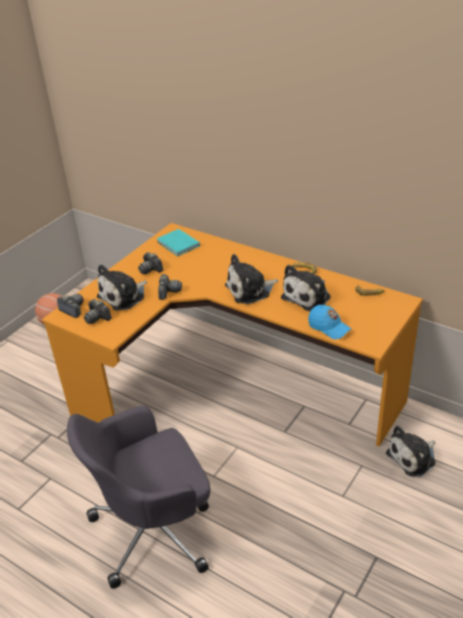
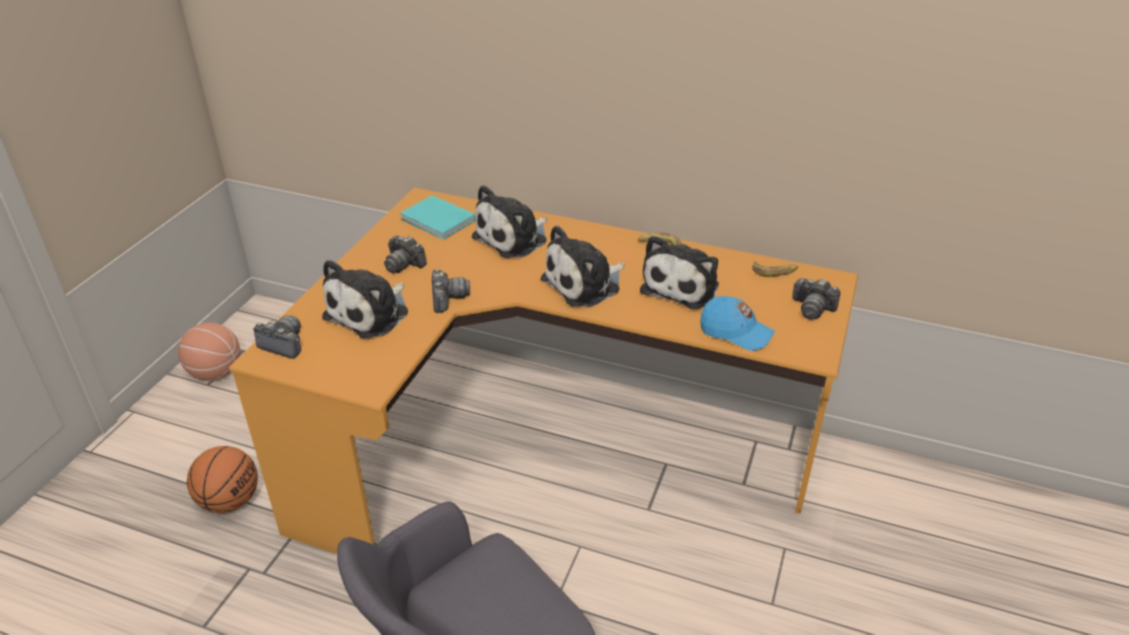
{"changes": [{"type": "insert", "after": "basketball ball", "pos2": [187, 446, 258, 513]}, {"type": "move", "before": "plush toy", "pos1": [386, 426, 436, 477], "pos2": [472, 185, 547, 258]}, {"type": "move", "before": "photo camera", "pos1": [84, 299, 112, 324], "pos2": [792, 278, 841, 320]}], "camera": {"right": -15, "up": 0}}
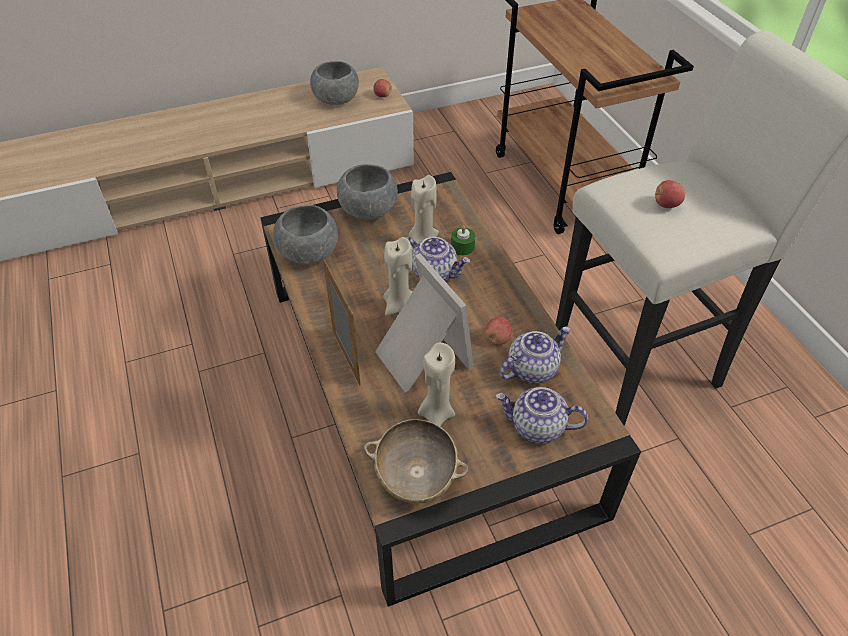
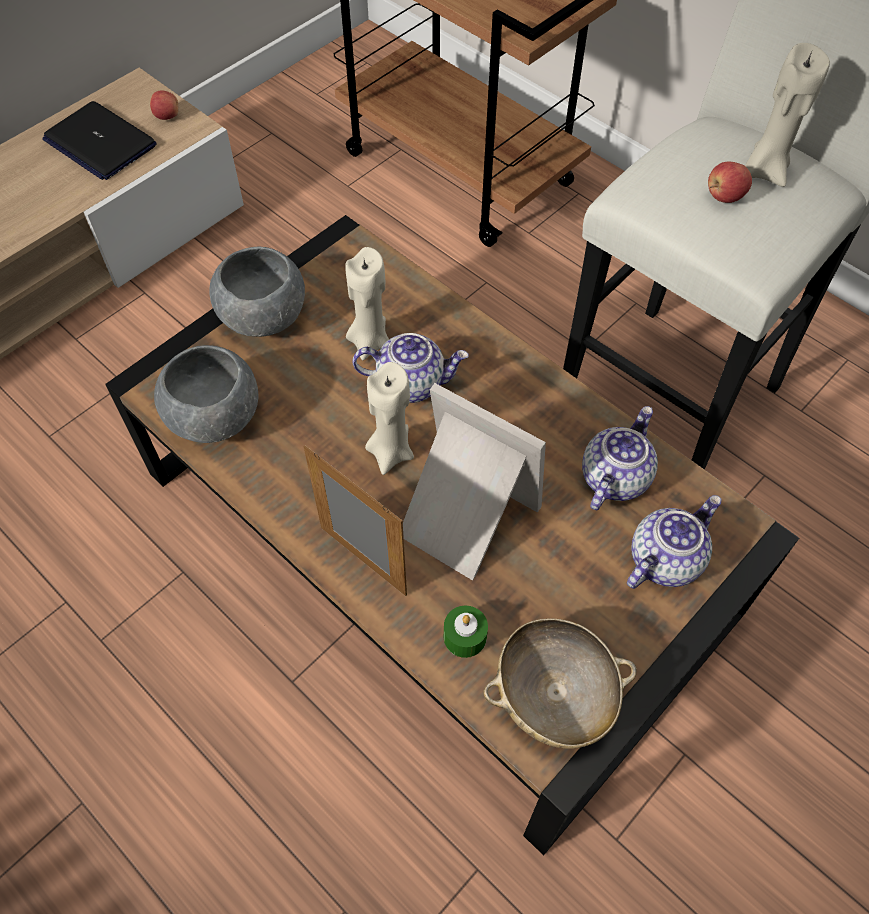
{"changes": [{"type": "replace", "before": "gray serving bowl", "after": "laptop", "pos1": [310, 61, 359, 105], "pos2": [42, 101, 156, 180]}, {"type": "move", "before": "green-coloured candle", "pos1": [451, 225, 475, 256], "pos2": [444, 606, 488, 658]}, {"type": "rotate", "before": "tea pot", "pos1": [496, 387, 588, 444], "pos2": [627, 495, 721, 589], "turn": 150}, {"type": "move", "before": "sand-coloured candle", "pos1": [418, 343, 455, 426], "pos2": [745, 43, 830, 187]}, {"type": "delete", "before": "whole apple", "pos1": [485, 317, 513, 345]}], "camera": {"right": -25, "up": 10}}
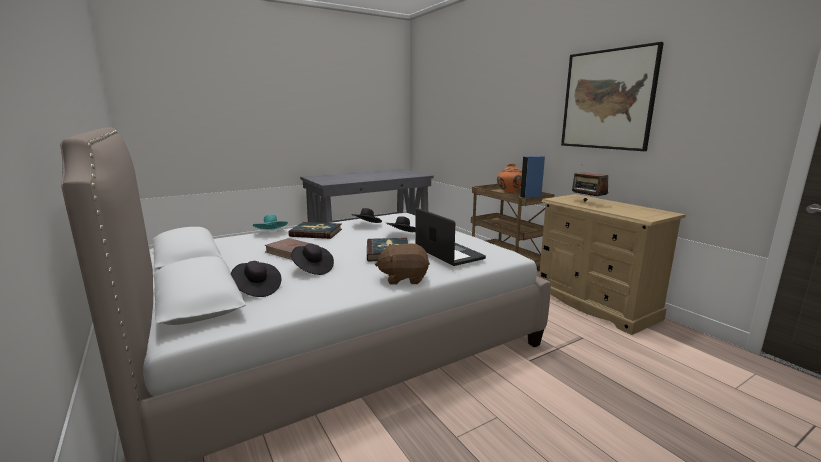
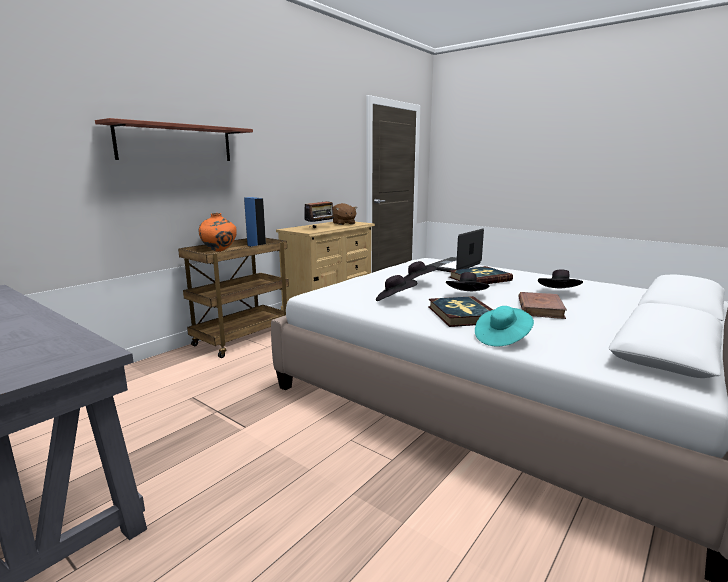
{"changes": [{"type": "insert", "after": "wall shelf", "pos2": [95, 118, 253, 161]}, {"type": "move", "before": "brownish plush toy", "pos1": [375, 243, 430, 285], "pos2": [333, 203, 357, 225]}, {"type": "move", "before": "black clothing hat", "pos1": [230, 261, 281, 297], "pos2": [446, 272, 490, 291]}, {"type": "delete", "before": "wall art", "pos1": [561, 42, 664, 151]}], "camera": {"right": -110, "up": 0}}
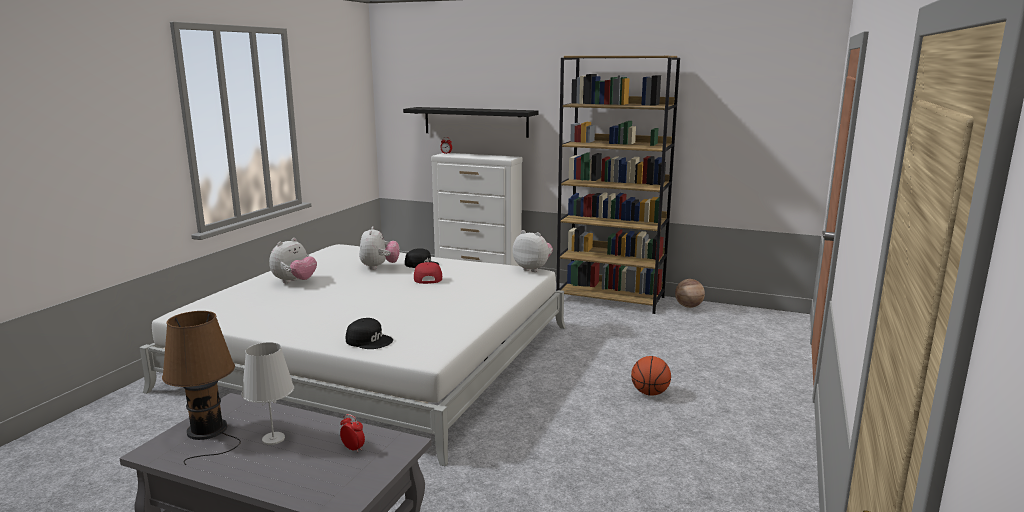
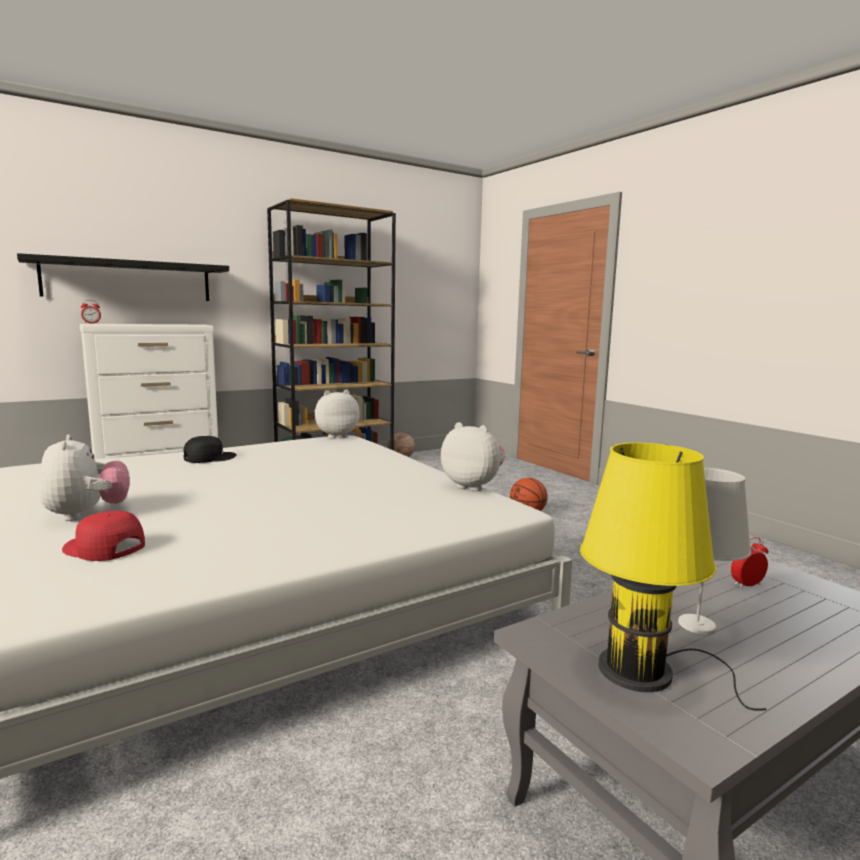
{"changes": [{"type": "move", "before": "red cap", "pos1": [414, 262, 442, 284], "pos2": [62, 511, 145, 561]}, {"type": "move", "before": "plush toy", "pos1": [359, 226, 400, 270], "pos2": [441, 422, 506, 491]}, {"type": "recolor", "before": "brownish tabletop lamp", "after": "yellow tabletop lamp", "pos1": [162, 311, 241, 465], "pos2": [580, 443, 766, 711]}, {"type": "delete", "before": "black cap", "pos1": [346, 318, 393, 349]}], "camera": {"right": -55, "up": -5}}
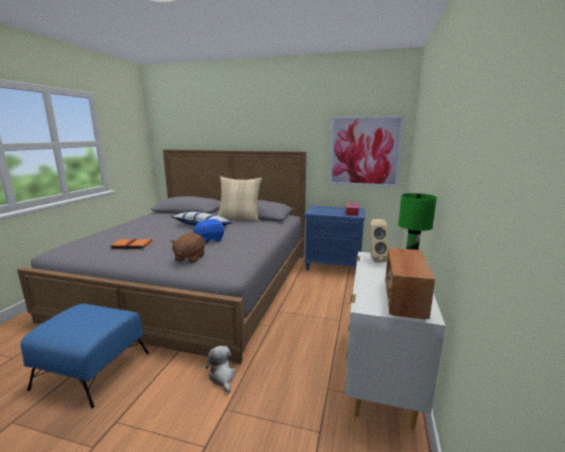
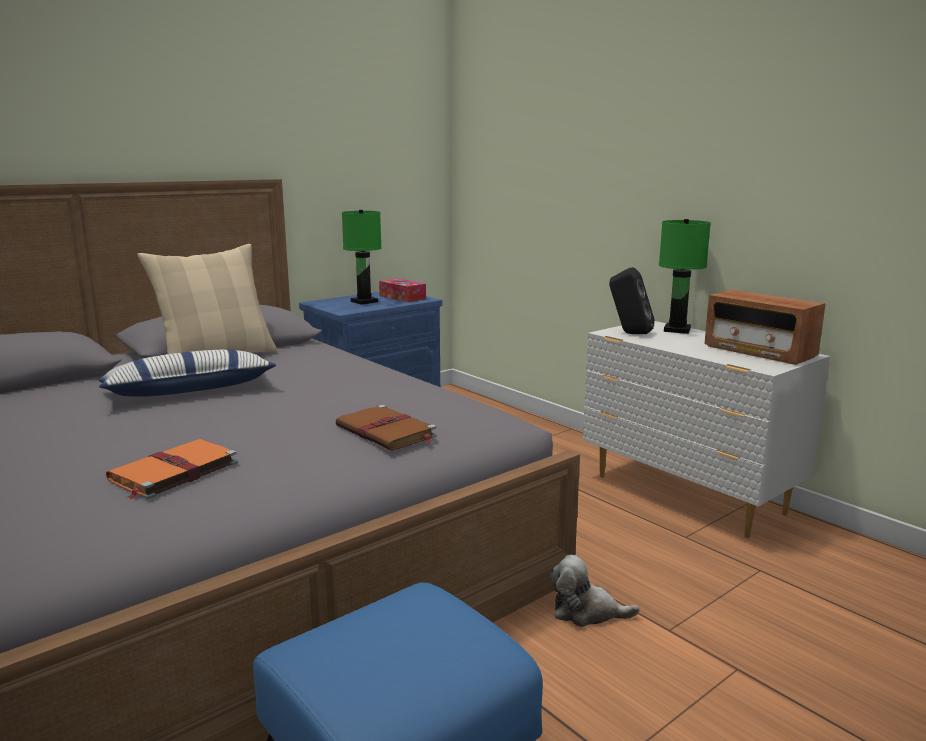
{"changes": [{"type": "replace", "before": "brownish plush toy", "after": "brownish volume", "pos1": [170, 233, 205, 263], "pos2": [335, 405, 437, 450]}, {"type": "insert", "after": "green-coloured tabletop lamp", "pos2": [342, 210, 382, 305]}, {"type": "recolor", "before": "sand-coloured speaker", "after": "black speaker", "pos1": [369, 219, 389, 263], "pos2": [609, 267, 655, 334]}, {"type": "delete", "before": "blue plush toy", "pos1": [193, 219, 224, 244]}, {"type": "delete", "before": "wall art", "pos1": [329, 115, 405, 187]}], "camera": {"right": -55, "up": 0}}
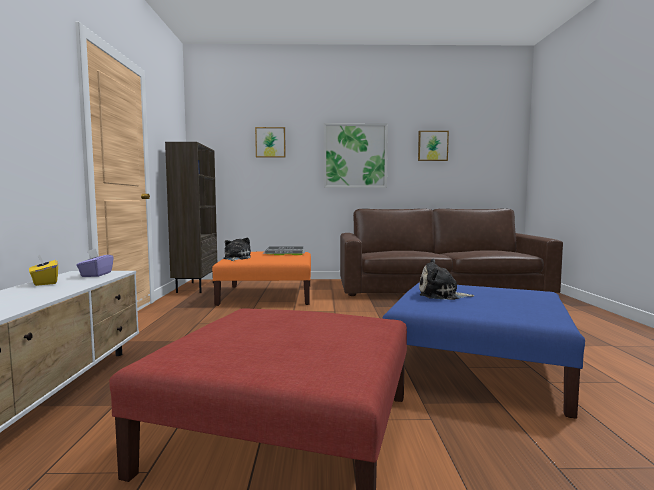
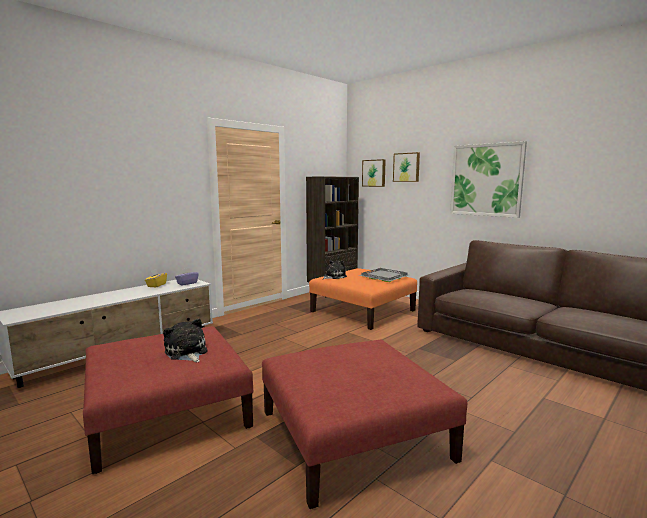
{"changes": [{"type": "move", "before": "plush toy", "pos1": [419, 259, 474, 300], "pos2": [163, 318, 208, 362]}, {"type": "recolor", "before": "blue ottoman", "after": "red ottoman", "pos1": [382, 282, 585, 419], "pos2": [262, 340, 467, 509]}, {"type": "move", "before": "wall art", "pos1": [418, 131, 449, 161], "pos2": [362, 159, 386, 187]}], "camera": {"right": 45, "up": 5}}
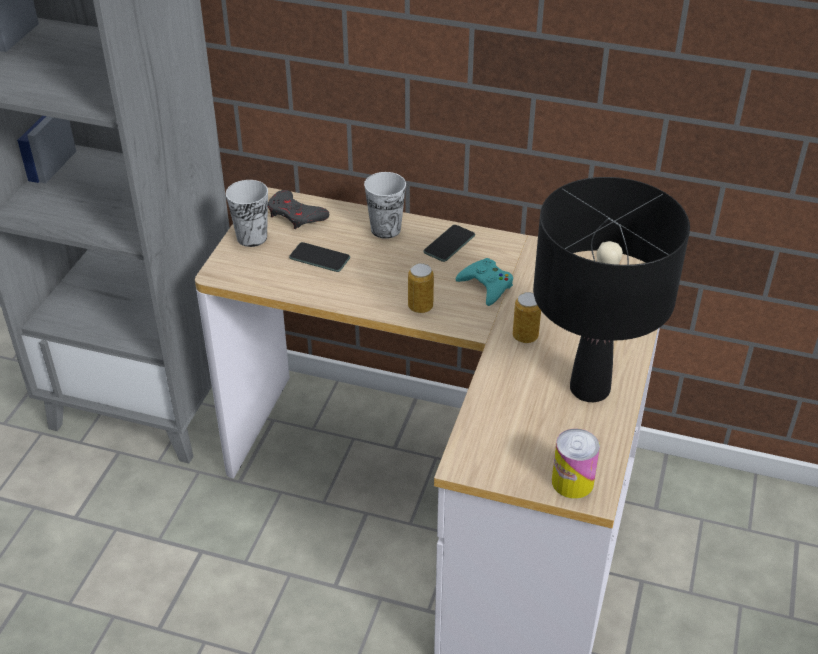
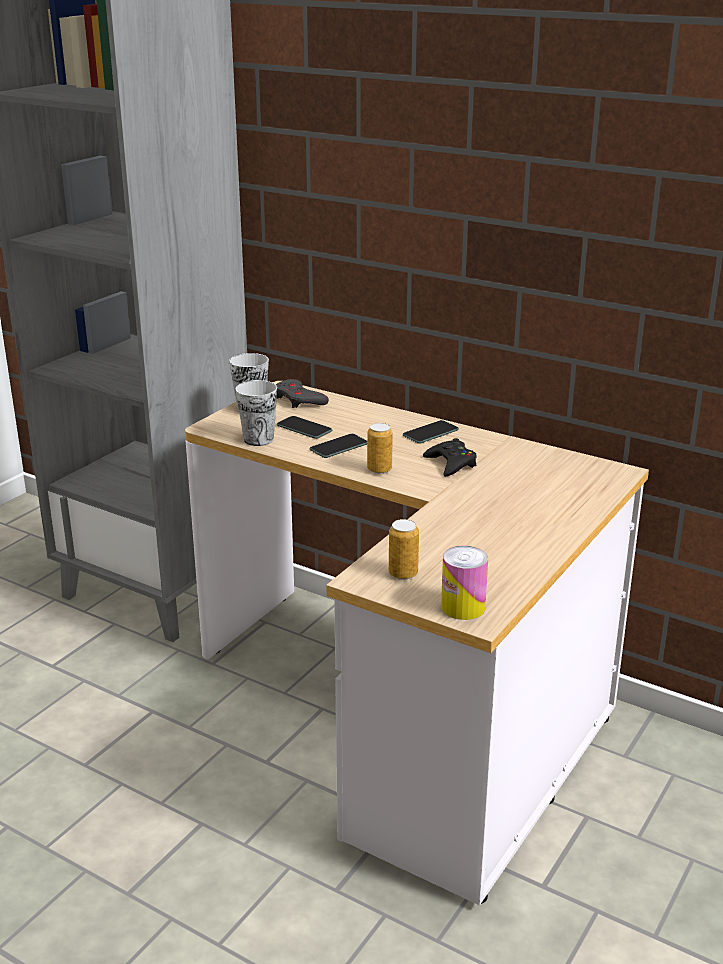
{"changes": [{"type": "move", "before": "small cup", "pos1": [364, 172, 406, 239], "pos2": [236, 380, 277, 446]}, {"type": "insert", "after": "phone", "pos2": [310, 434, 367, 458]}, {"type": "move", "before": "can", "pos1": [513, 292, 541, 343], "pos2": [389, 519, 419, 580]}, {"type": "recolor", "before": "turquoise gamepad", "after": "black gamepad", "pos1": [456, 258, 513, 306], "pos2": [423, 438, 477, 477]}, {"type": "delete", "before": "black tabletop lamp", "pos1": [533, 177, 690, 402]}], "camera": {"right": 15, "up": -15}}
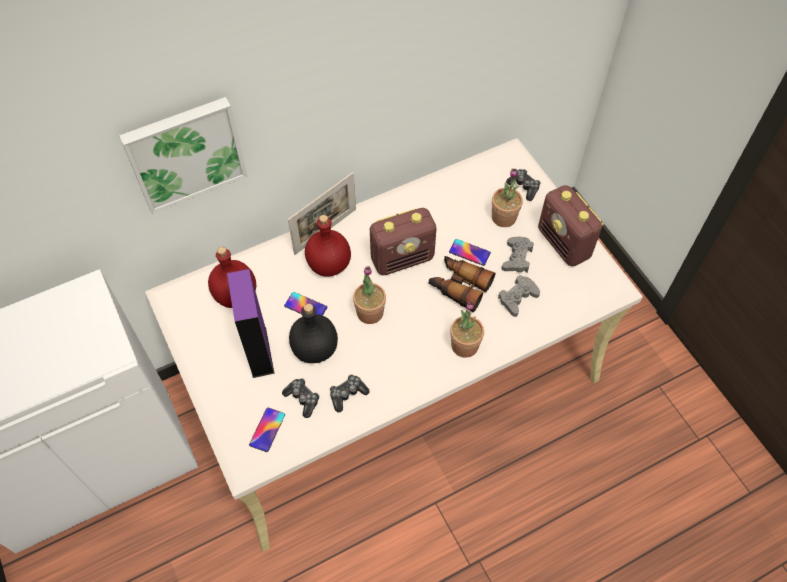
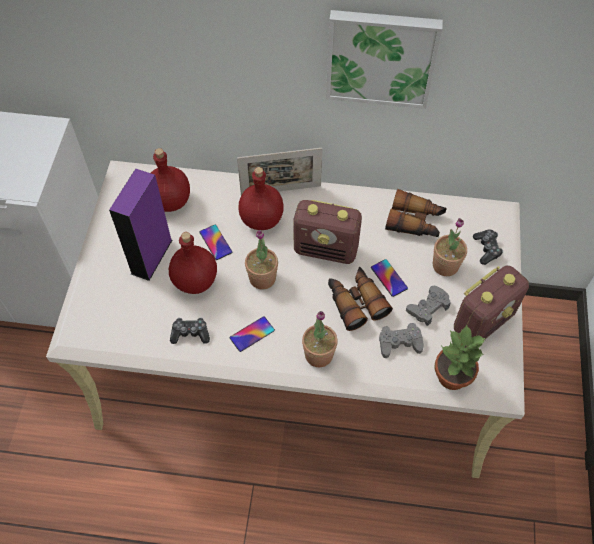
{"changes": [{"type": "recolor", "before": "black drink bottle", "after": "red drink bottle", "pos1": [289, 303, 338, 363], "pos2": [169, 232, 217, 294]}, {"type": "move", "before": "phone", "pos1": [249, 408, 285, 452], "pos2": [230, 316, 275, 352]}, {"type": "move", "before": "wall art", "pos1": [119, 97, 247, 214], "pos2": [326, 10, 443, 109]}, {"type": "insert", "after": "binoculars", "pos2": [385, 189, 447, 237]}, {"type": "insert", "after": "houseplant", "pos2": [435, 324, 486, 390]}, {"type": "rotate", "before": "radio", "pos1": [538, 185, 604, 266], "pos2": [454, 266, 529, 341], "turn": -135}, {"type": "delete", "before": "gamepad", "pos1": [282, 378, 319, 418]}], "camera": {"right": 35, "up": 0}}
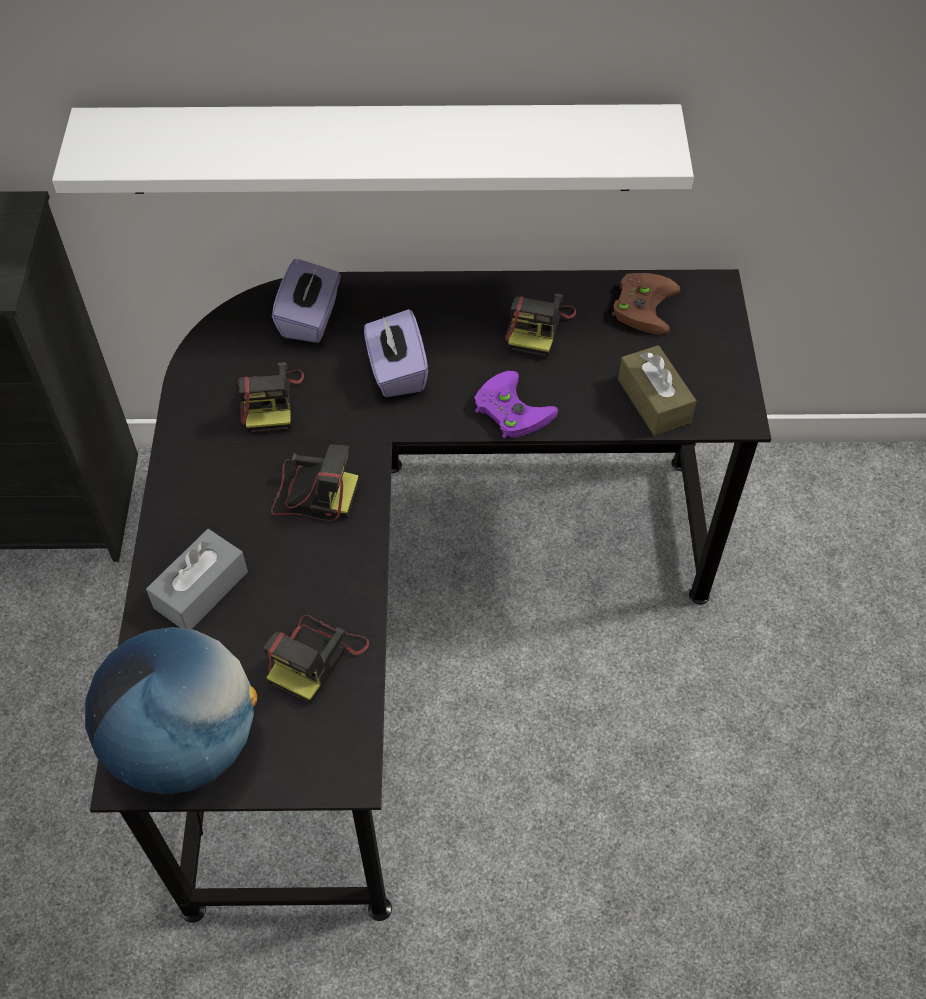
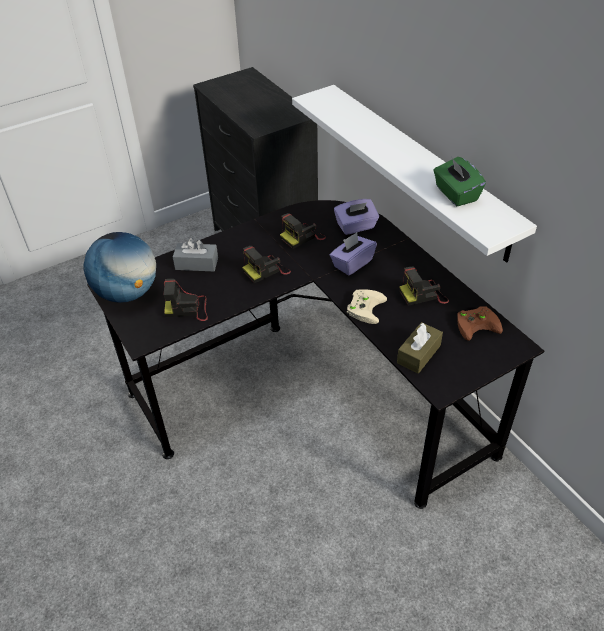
{"changes": [{"type": "rotate", "before": "photo camera", "pos1": [271, 444, 359, 521], "pos2": [242, 246, 291, 283], "turn": 75}, {"type": "recolor", "before": "purple-coloured gamepad", "after": "sand-coloured gamepad", "pos1": [474, 371, 558, 439], "pos2": [347, 290, 387, 324]}, {"type": "insert", "after": "green-coloured tissue box", "pos2": [433, 157, 486, 206]}], "camera": {"right": 60, "up": -10}}
